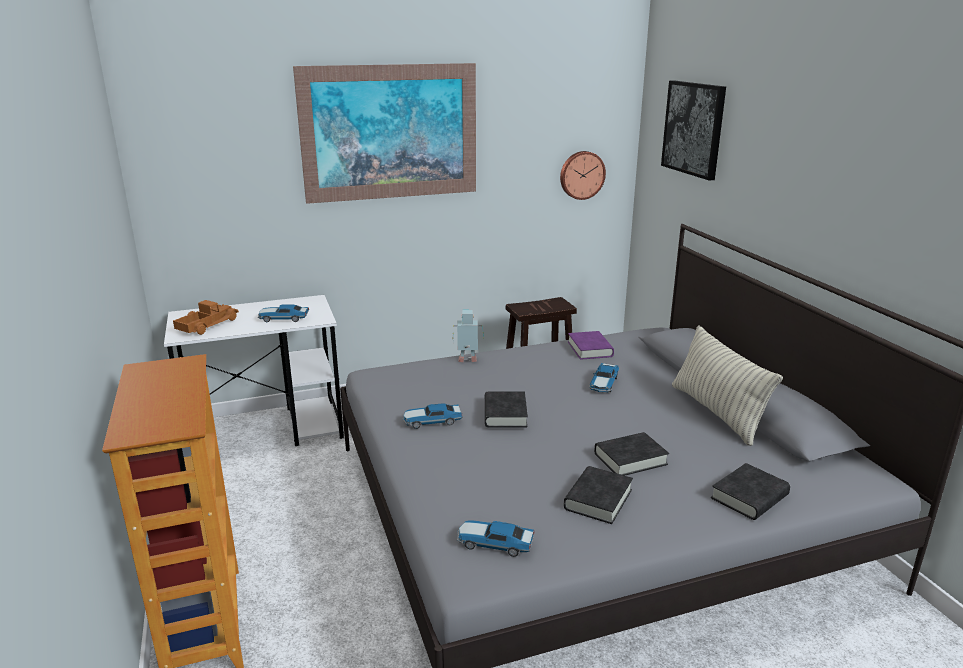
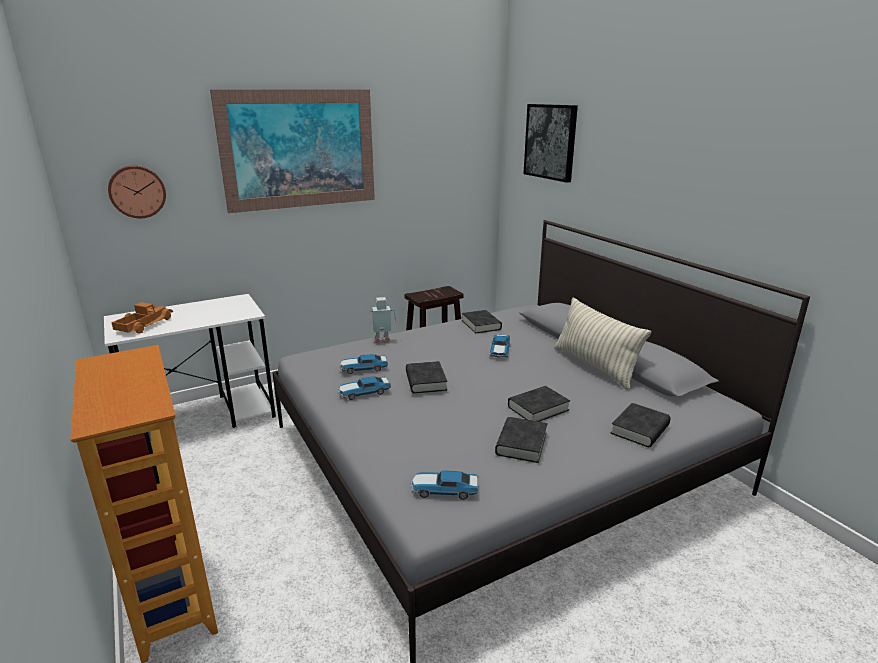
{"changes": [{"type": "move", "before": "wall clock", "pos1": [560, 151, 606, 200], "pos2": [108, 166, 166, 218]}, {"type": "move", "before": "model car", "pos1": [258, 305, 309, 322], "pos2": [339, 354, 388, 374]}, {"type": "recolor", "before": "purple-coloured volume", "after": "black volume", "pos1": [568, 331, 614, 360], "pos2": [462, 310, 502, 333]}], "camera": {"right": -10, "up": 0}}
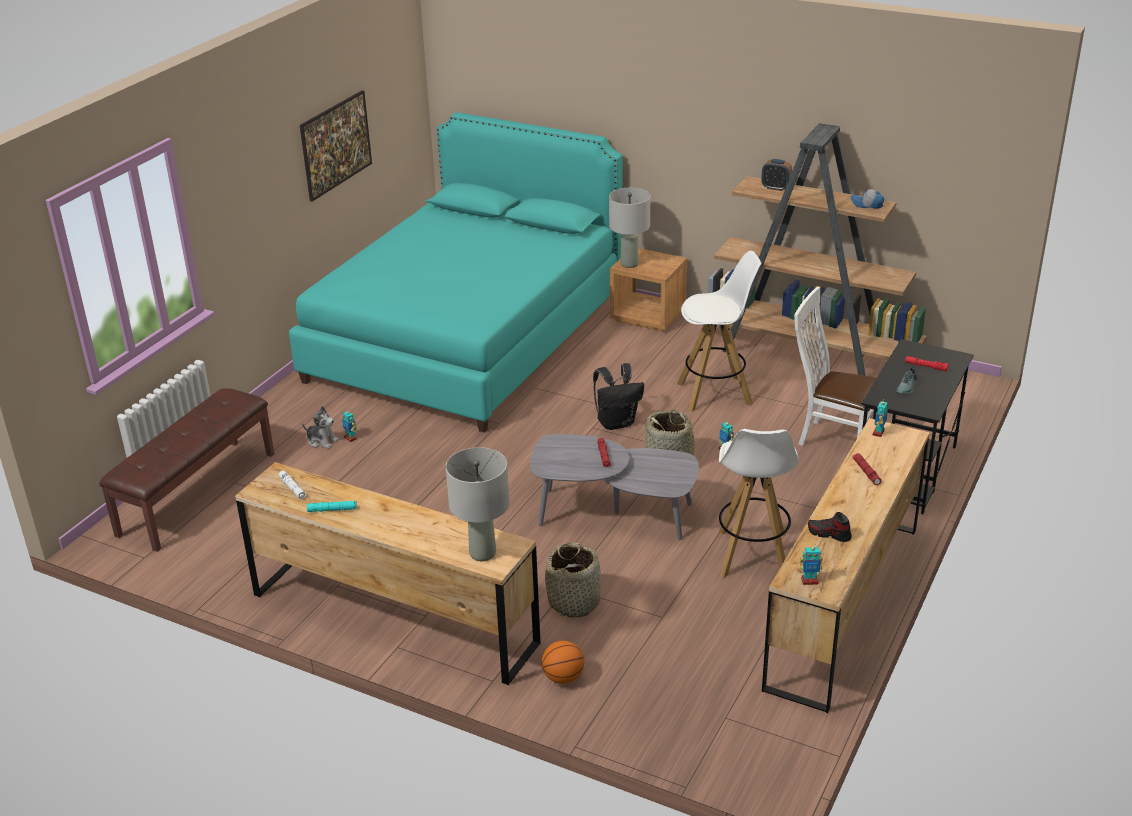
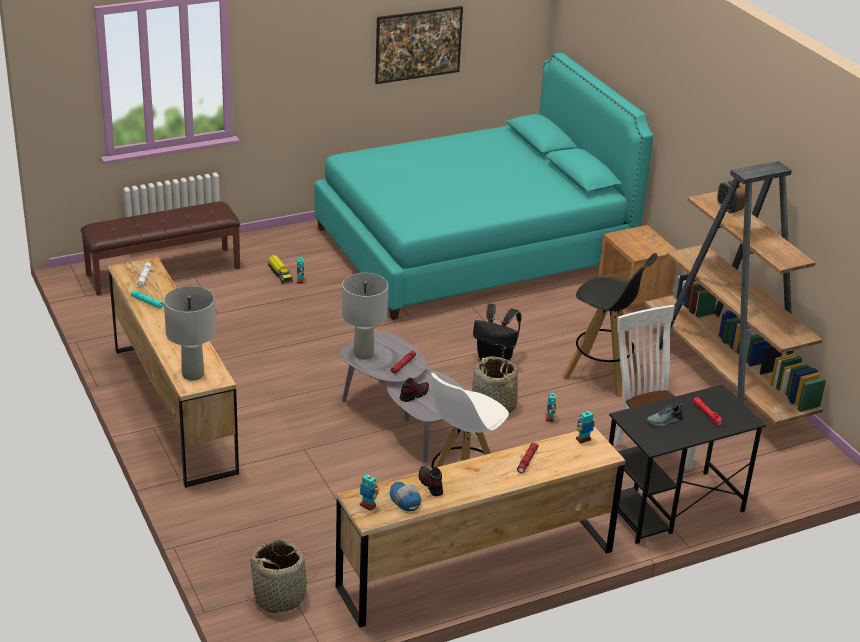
{"changes": [{"type": "move", "before": "household basket", "pos1": [545, 542, 601, 617], "pos2": [248, 539, 318, 613]}, {"type": "replace", "before": "plush toy", "after": "toy lorry", "pos1": [302, 406, 339, 449], "pos2": [268, 255, 293, 284]}, {"type": "move", "before": "gray tabletop lamp", "pos1": [609, 188, 650, 268], "pos2": [342, 273, 388, 360]}, {"type": "move", "before": "cap", "pos1": [851, 189, 884, 209], "pos2": [390, 482, 421, 511]}, {"type": "insert", "after": "item of footwear", "pos2": [400, 378, 429, 402]}, {"type": "recolor", "before": "whitish stool seat", "after": "black stool seat", "pos1": [677, 251, 761, 412], "pos2": [562, 253, 657, 397]}, {"type": "delete", "before": "basketball ball", "pos1": [542, 641, 584, 684]}], "camera": {"right": 35, "up": 0}}
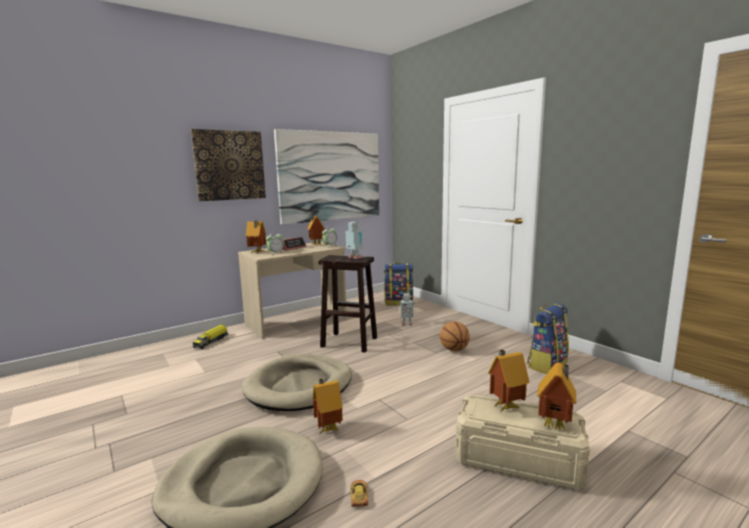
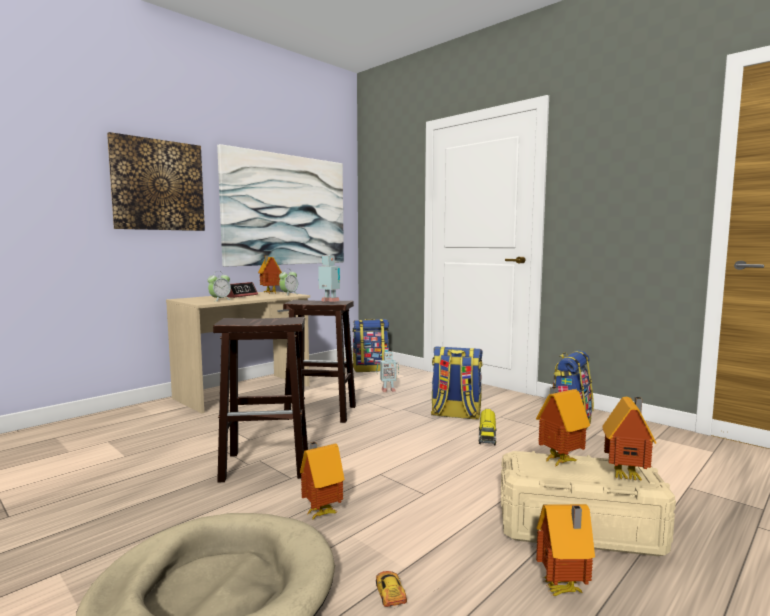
{"changes": [{"type": "replace", "before": "sand-coloured pet bed", "after": "brownish stool seat", "pos1": [242, 353, 352, 411], "pos2": [213, 317, 308, 483]}, {"type": "replace", "before": "basketball ball", "after": "rucksack", "pos1": [440, 321, 470, 351], "pos2": [431, 346, 482, 420]}, {"type": "move", "before": "toy lorry", "pos1": [193, 324, 228, 349], "pos2": [478, 409, 497, 445]}, {"type": "move", "before": "miniature house", "pos1": [246, 221, 266, 253], "pos2": [536, 504, 595, 596]}], "camera": {"right": -10, "up": -5}}
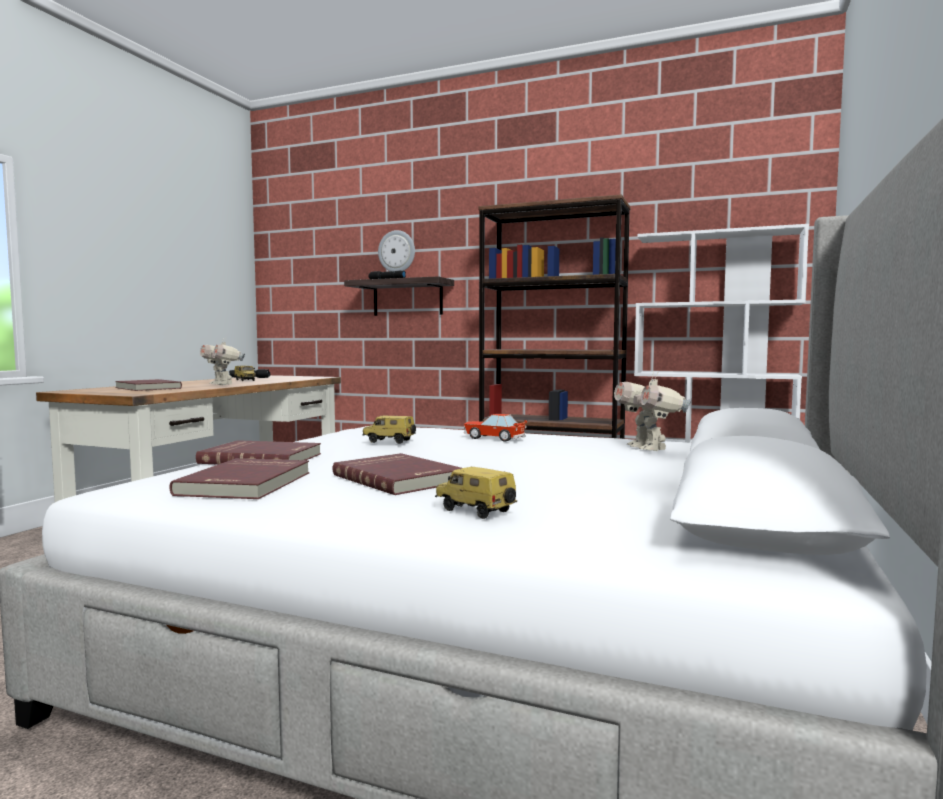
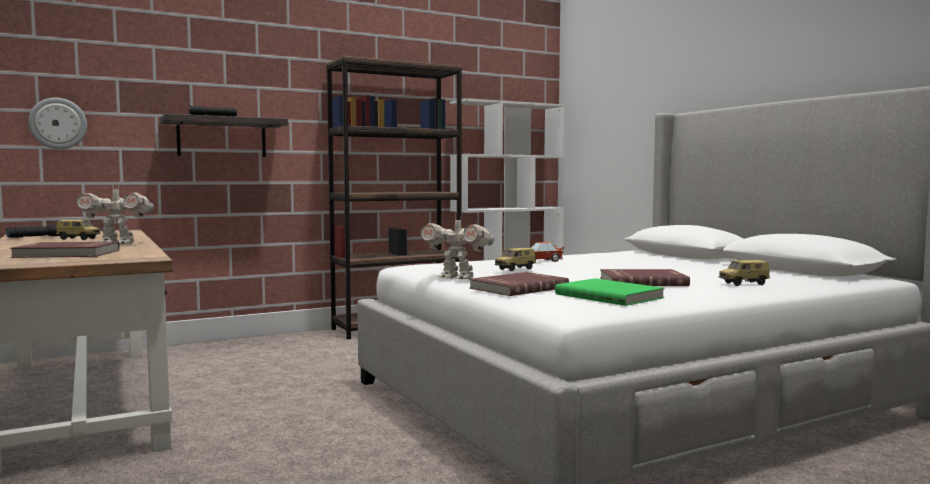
{"changes": [{"type": "move", "before": "wall clock", "pos1": [378, 230, 415, 271], "pos2": [28, 98, 87, 149]}, {"type": "move", "before": "toy robot", "pos1": [614, 371, 691, 451], "pos2": [421, 215, 494, 279]}, {"type": "recolor", "before": "red volume", "after": "green-coloured volume", "pos1": [169, 458, 309, 499], "pos2": [555, 278, 664, 306]}], "camera": {"right": -50, "up": 0}}
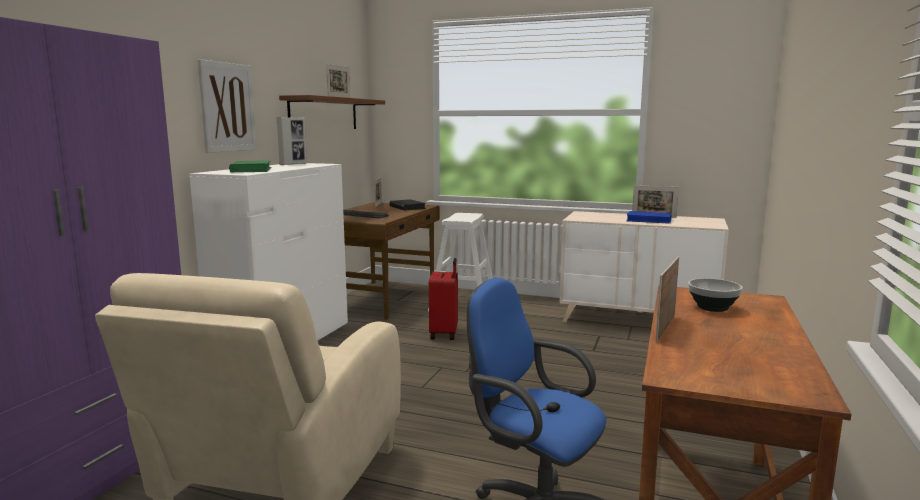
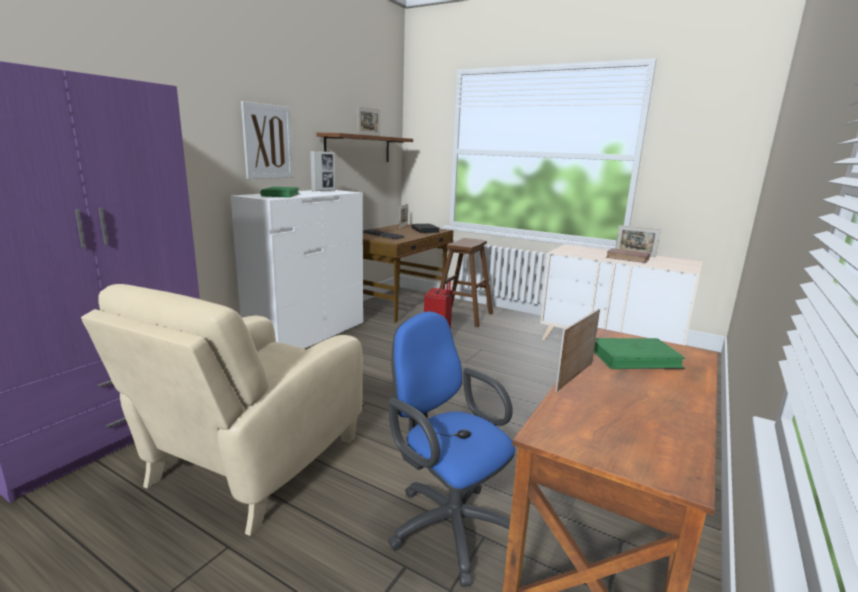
{"changes": [{"type": "recolor", "before": "whitish stool seat", "after": "brownish stool seat", "pos1": [428, 213, 493, 311], "pos2": [439, 238, 493, 327]}, {"type": "replace", "before": "serving bowl", "after": "green-coloured volume", "pos1": [688, 278, 742, 312], "pos2": [594, 338, 686, 369]}, {"type": "recolor", "before": "blue volume", "after": "brownish volume", "pos1": [627, 211, 672, 224], "pos2": [606, 248, 650, 263]}], "camera": {"right": 10, "up": 5}}
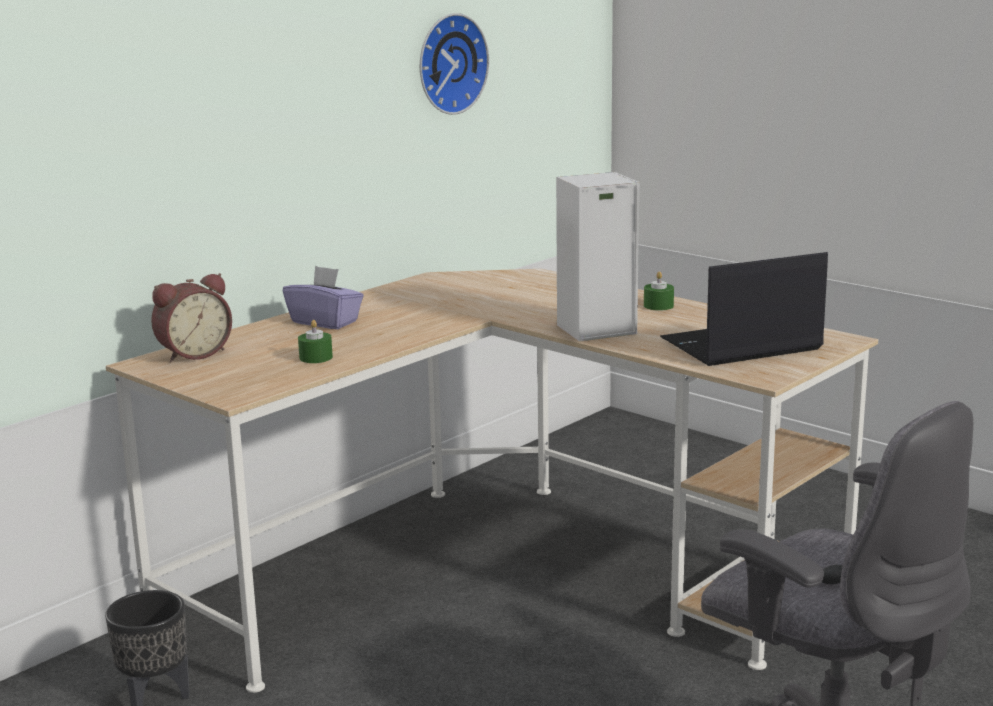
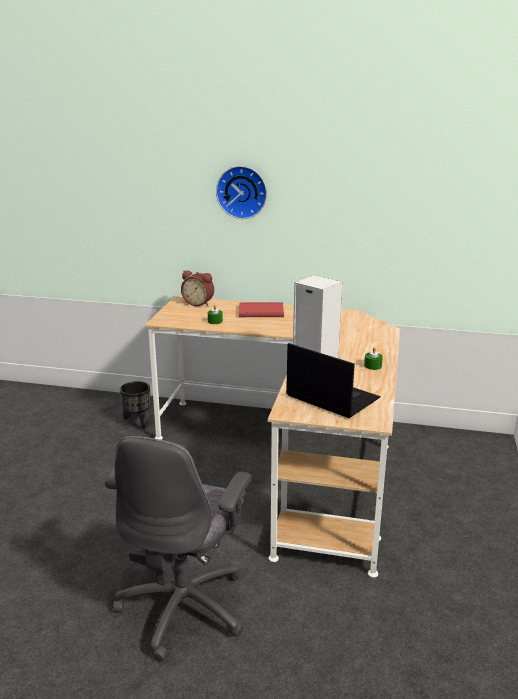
{"changes": [{"type": "move", "before": "wall clock", "pos1": [420, 13, 489, 115], "pos2": [216, 166, 267, 219]}, {"type": "replace", "before": "purple-coloured tissue box", "after": "red volume", "pos1": [283, 266, 364, 329], "pos2": [239, 302, 284, 317]}], "camera": {"right": 60, "up": 5}}
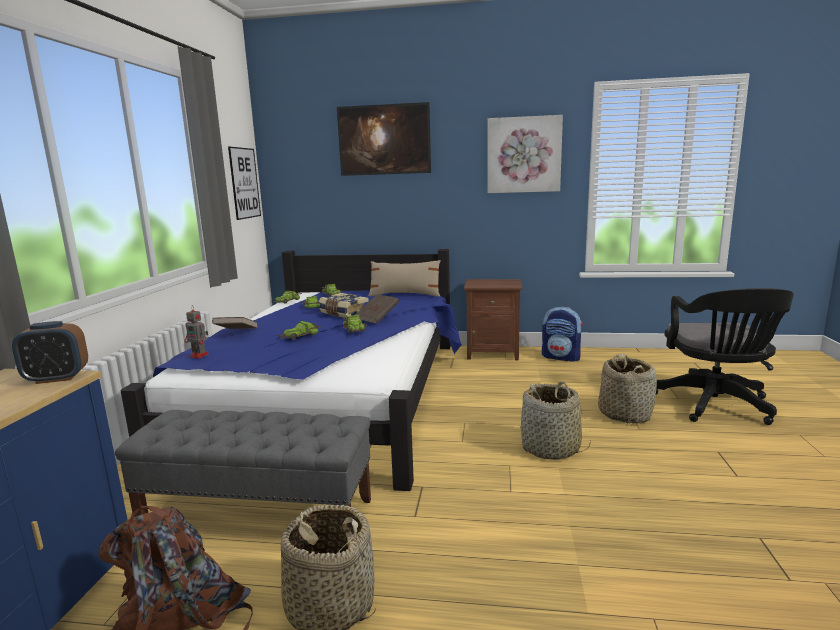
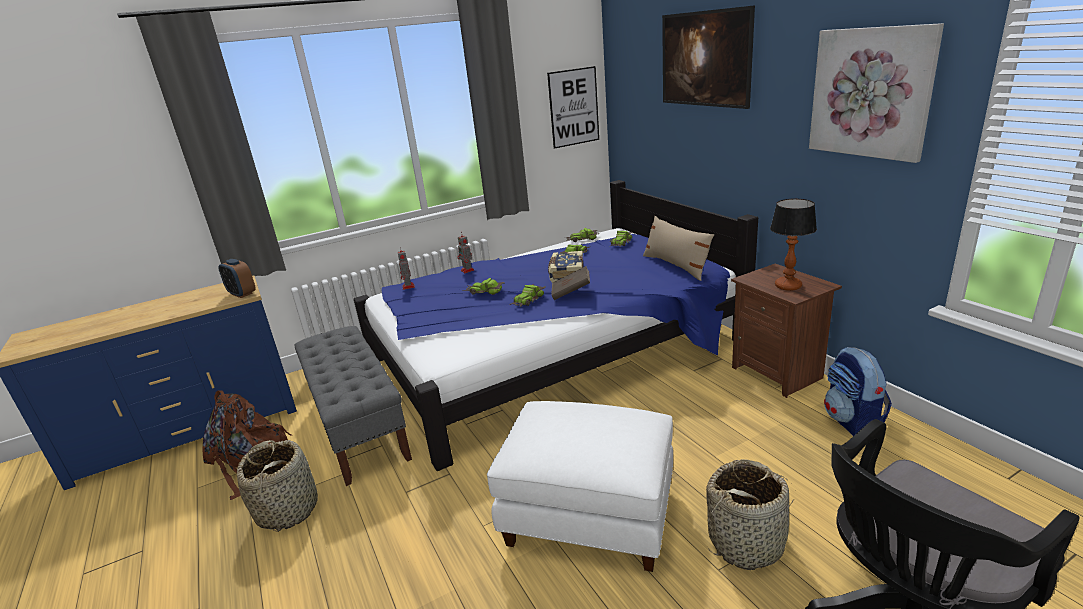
{"changes": [{"type": "replace", "before": "brownish volume", "after": "toy robot", "pos1": [212, 317, 258, 329], "pos2": [457, 234, 474, 273]}, {"type": "replace", "before": "household basket", "after": "whitish ottoman", "pos1": [520, 382, 591, 460], "pos2": [487, 401, 673, 572]}, {"type": "insert", "after": "tabletop lamp", "pos2": [770, 199, 817, 291]}], "camera": {"right": 55, "up": 10}}
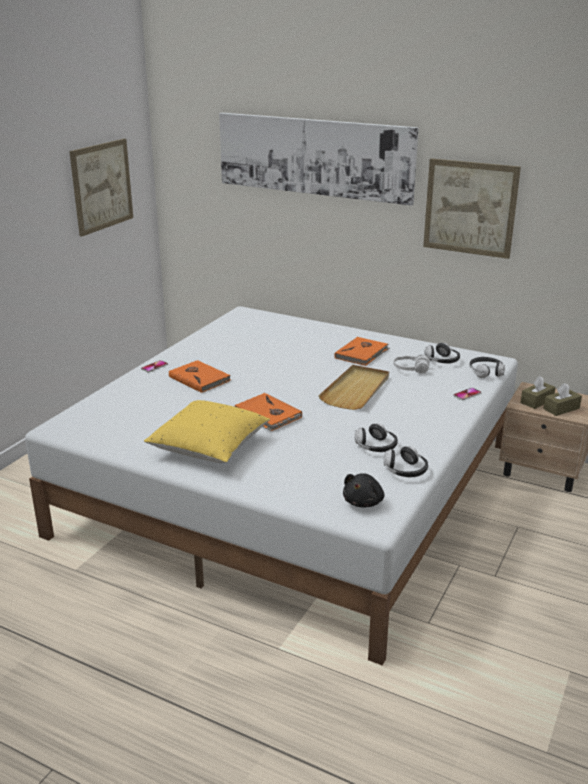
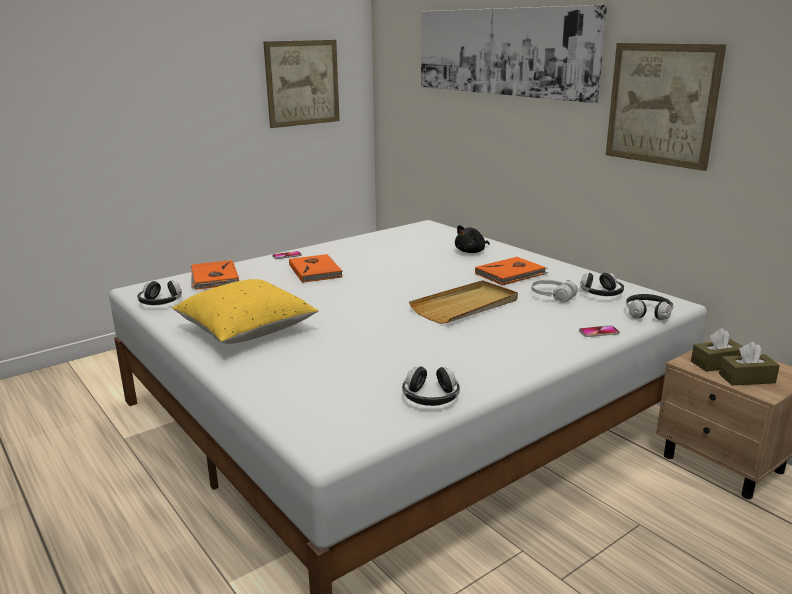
{"changes": [{"type": "move", "before": "headphones", "pos1": [355, 423, 398, 452], "pos2": [137, 280, 182, 305]}, {"type": "move", "before": "orangey volume", "pos1": [234, 393, 302, 431], "pos2": [191, 260, 239, 290]}, {"type": "move", "before": "black plush toy", "pos1": [343, 473, 384, 507], "pos2": [455, 225, 490, 253]}], "camera": {"right": 25, "up": -5}}
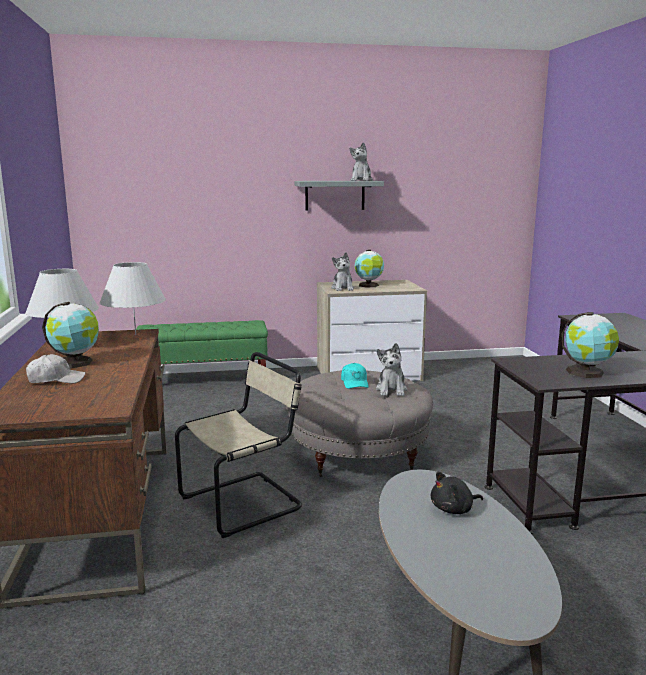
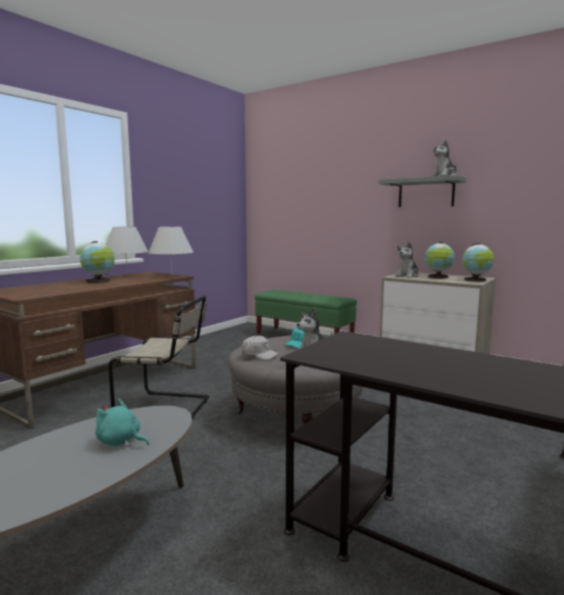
{"changes": [{"type": "recolor", "before": "black plush toy", "after": "turquoise plush toy", "pos1": [431, 472, 483, 514], "pos2": [95, 399, 149, 447]}, {"type": "move", "before": "whitish cap", "pos1": [26, 354, 85, 383], "pos2": [241, 335, 280, 360]}, {"type": "move", "before": "world globe", "pos1": [561, 312, 619, 378], "pos2": [462, 243, 494, 282]}], "camera": {"right": 45, "up": -5}}
